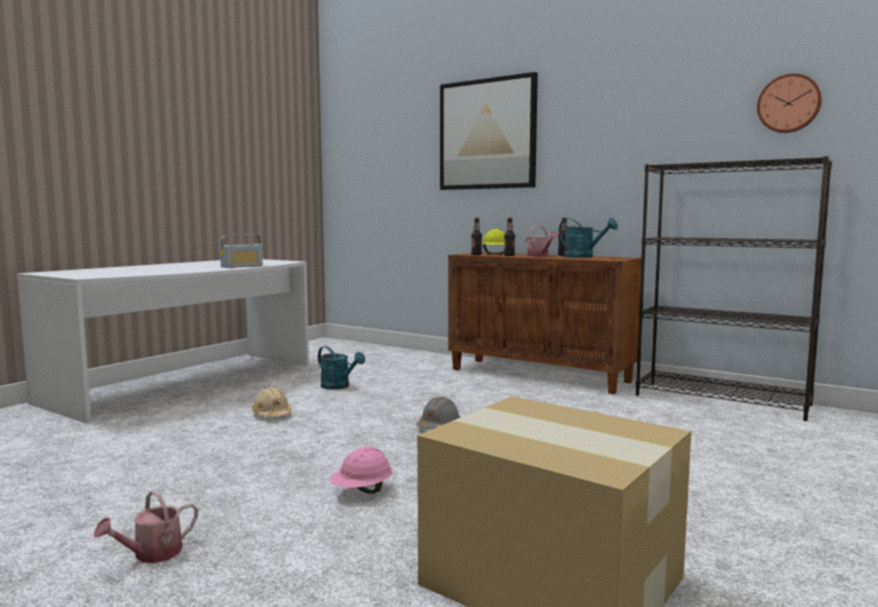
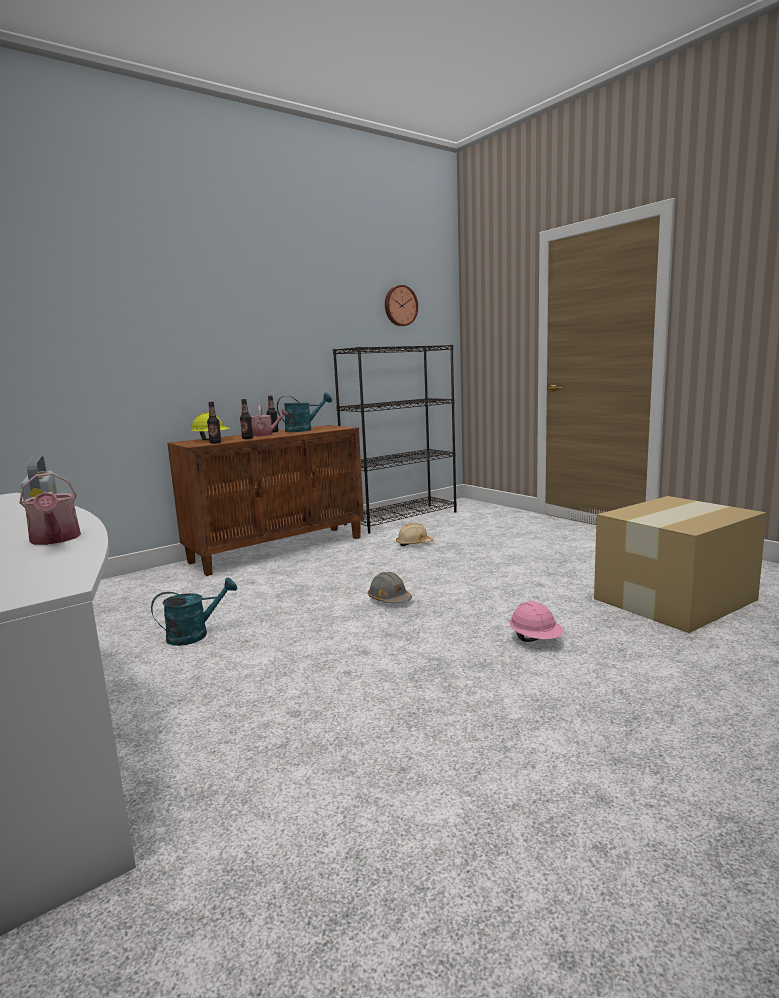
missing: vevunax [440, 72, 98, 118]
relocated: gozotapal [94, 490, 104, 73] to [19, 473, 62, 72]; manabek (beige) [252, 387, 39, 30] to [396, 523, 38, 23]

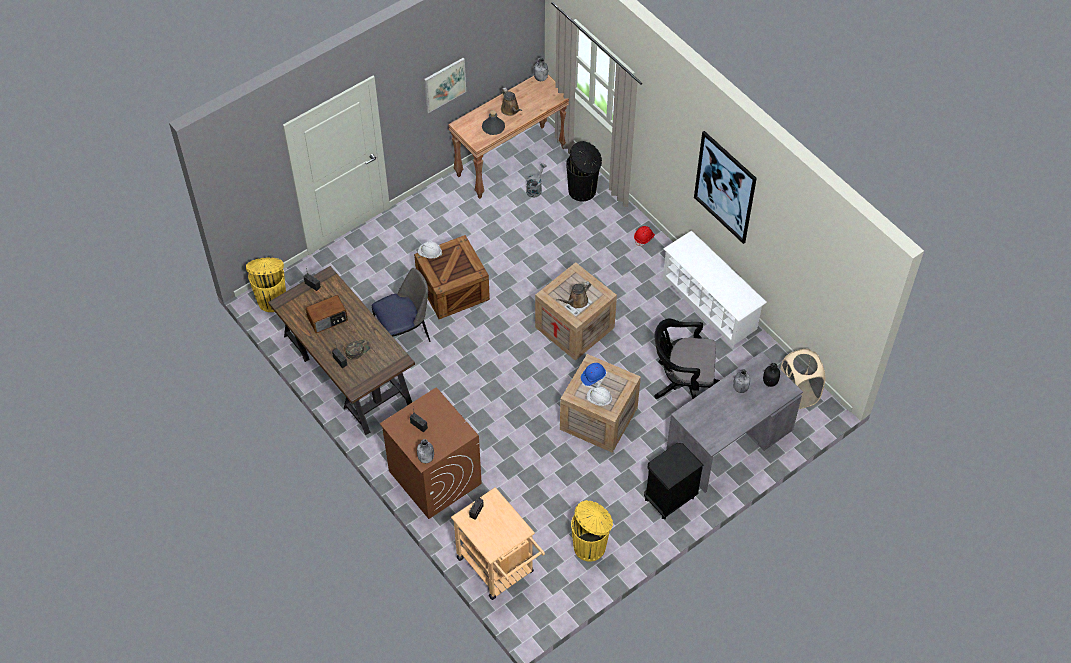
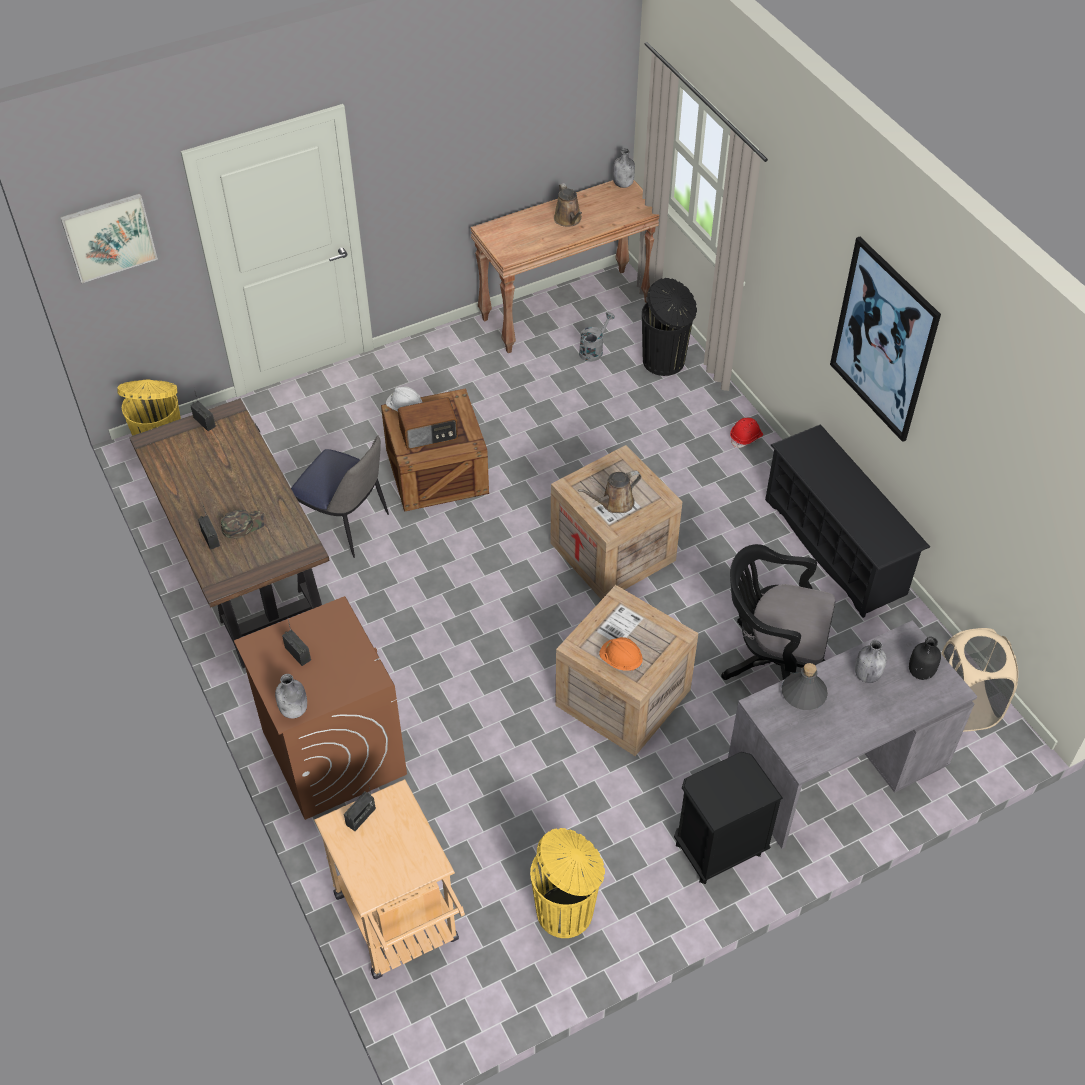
missing: manabek (blue) [581, 363, 25, 23]
relocated: vevunax [424, 58, 42, 55] to [60, 194, 98, 89]; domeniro [306, 295, 42, 38] to [398, 397, 60, 53]; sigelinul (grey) [482, 110, 23, 25] to [782, 663, 46, 47]
colour: manabek (white) [586, 386, 26, 20] to manabek (orange) [599, 637, 44, 34]; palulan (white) [663, 230, 104, 118] to palulan (black) [765, 424, 165, 194]
spun: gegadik [371, 268, 59, 74] = [291, 435, 98, 123] 45 degrees clockwise

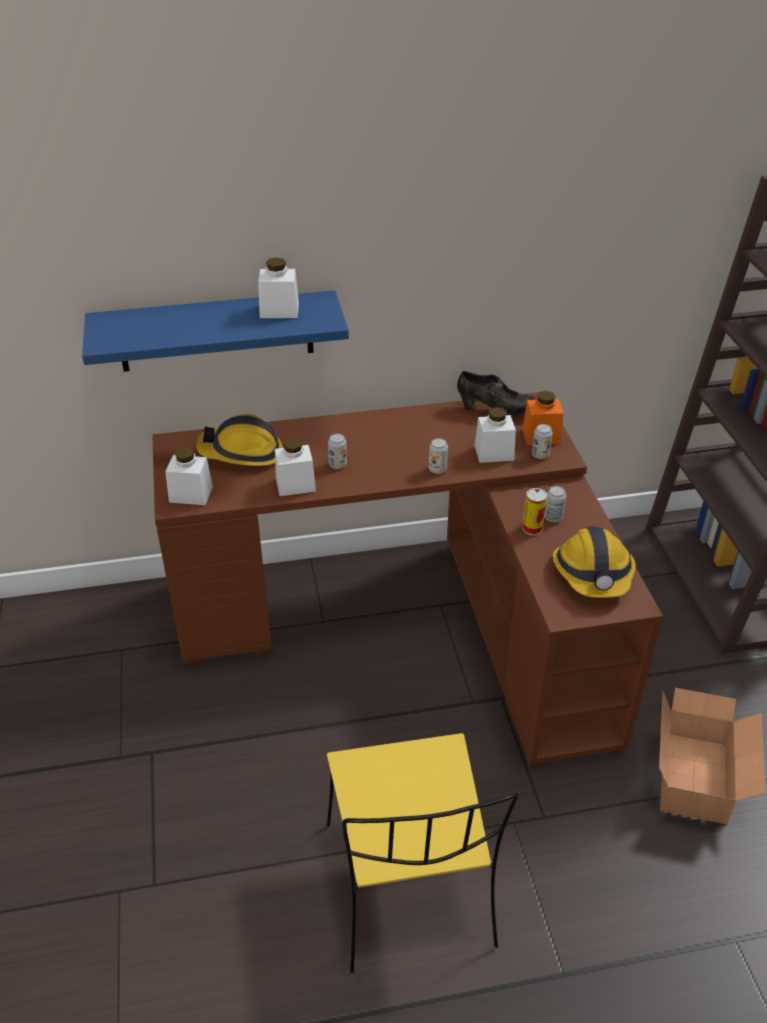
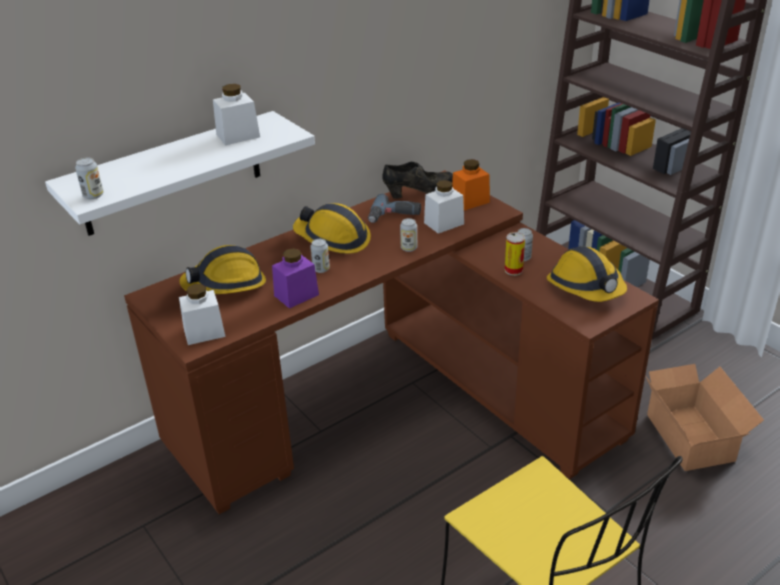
appeared: manabek [293, 203, 78, 51]; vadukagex [368, 194, 53, 29]
relocated: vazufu [532, 424, 21, 35] to [75, 157, 29, 42]
colour: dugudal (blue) [82, 290, 267, 82] to dugudal (white) [45, 111, 270, 125]; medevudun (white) [275, 438, 41, 58] to medevudun (purple) [272, 248, 47, 61]

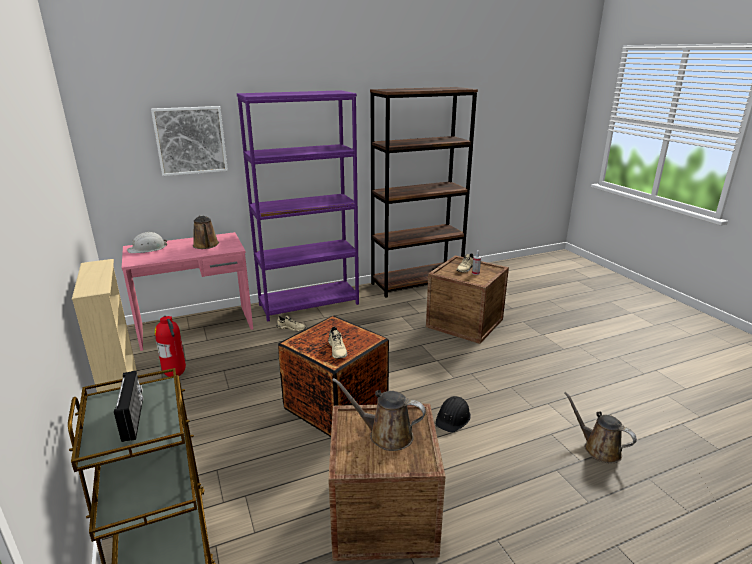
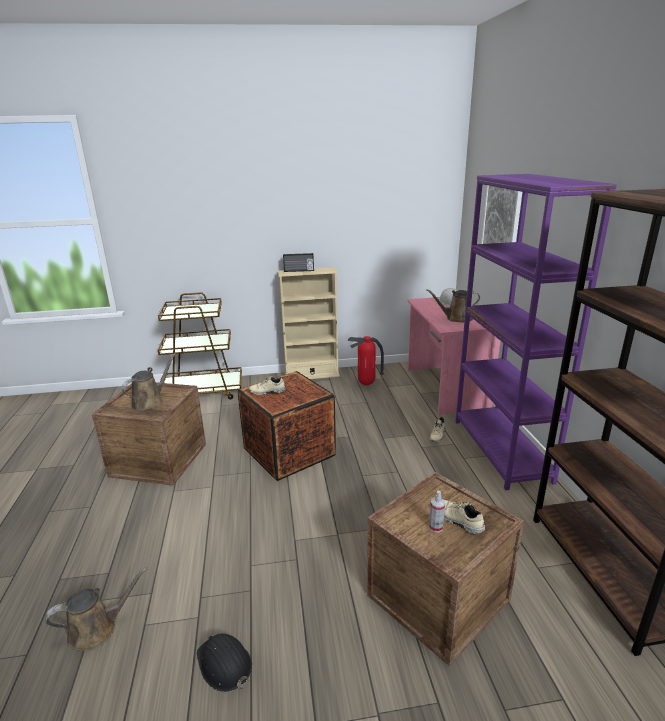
relocated: manabek (black) [435, 396, 36, 36] to [197, 633, 55, 59]; domeniro [114, 371, 30, 71] to [283, 253, 31, 19]

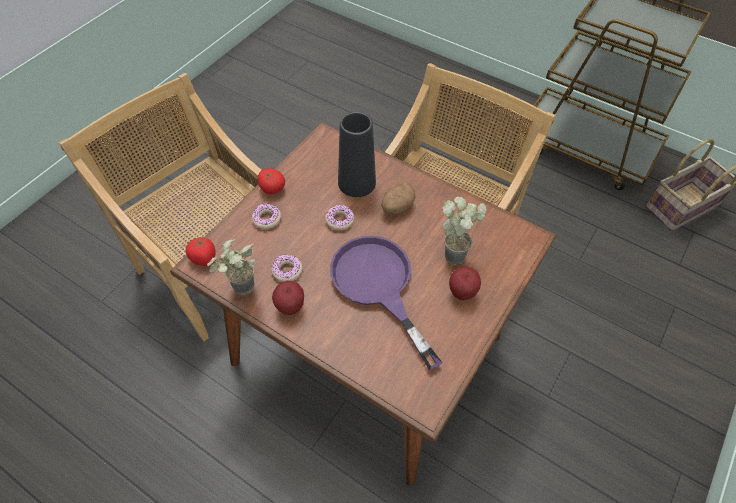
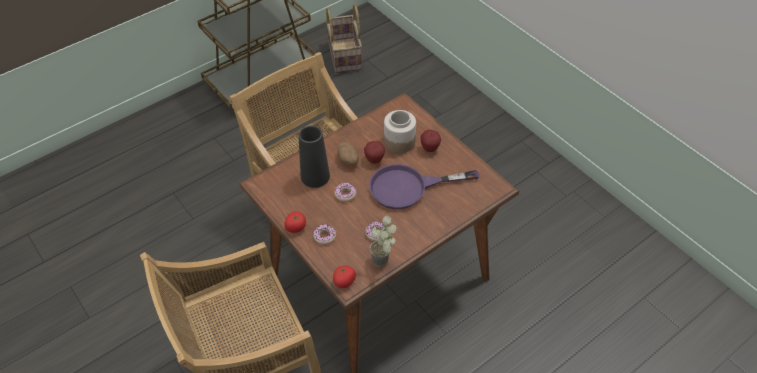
relocated: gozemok [272, 281, 32, 34] to [364, 141, 21, 23]
exchanged: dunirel [442, 197, 45, 68] to medevudun [384, 110, 32, 43]

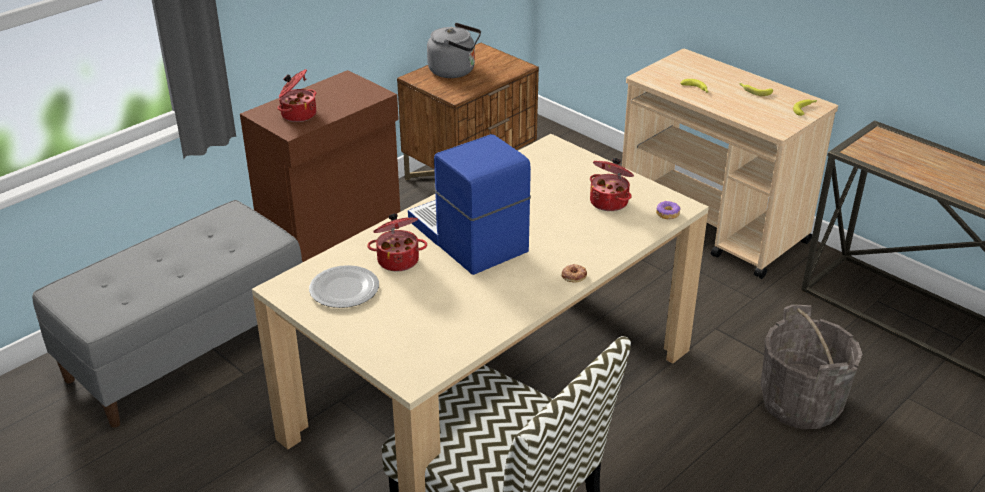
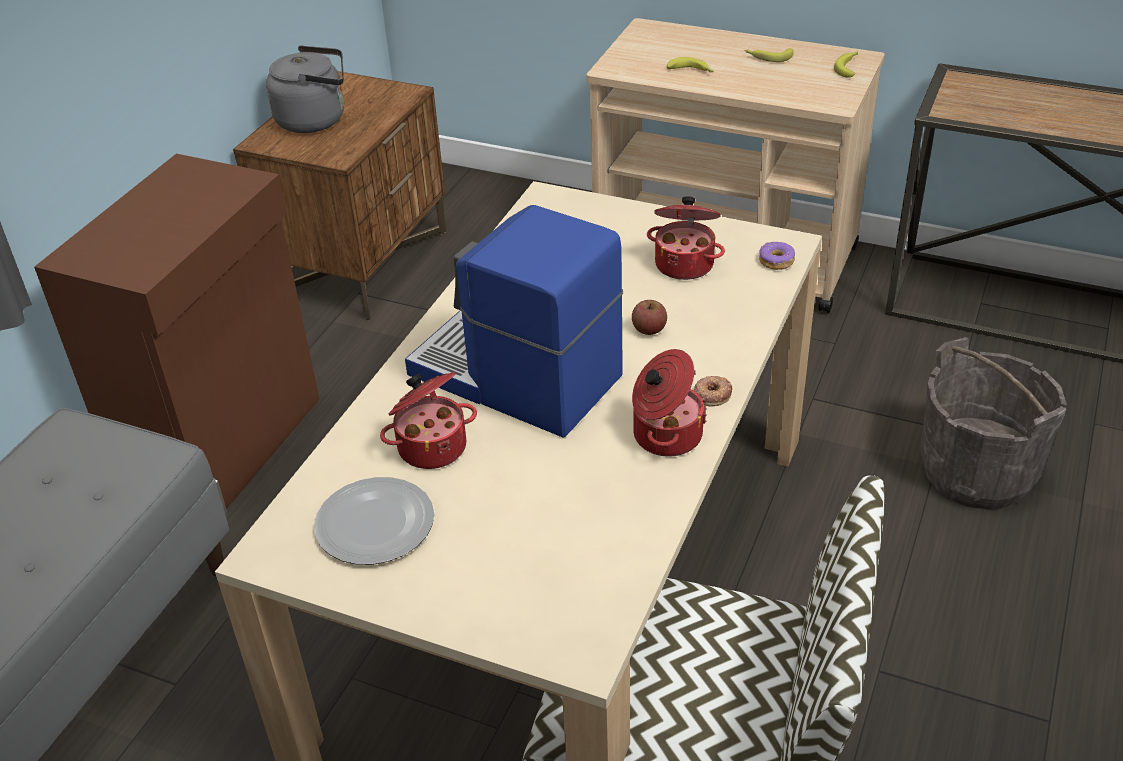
appeared: gozemok [632, 300, 35, 35]
relocated: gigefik [277, 69, 39, 53] to [632, 349, 75, 108]

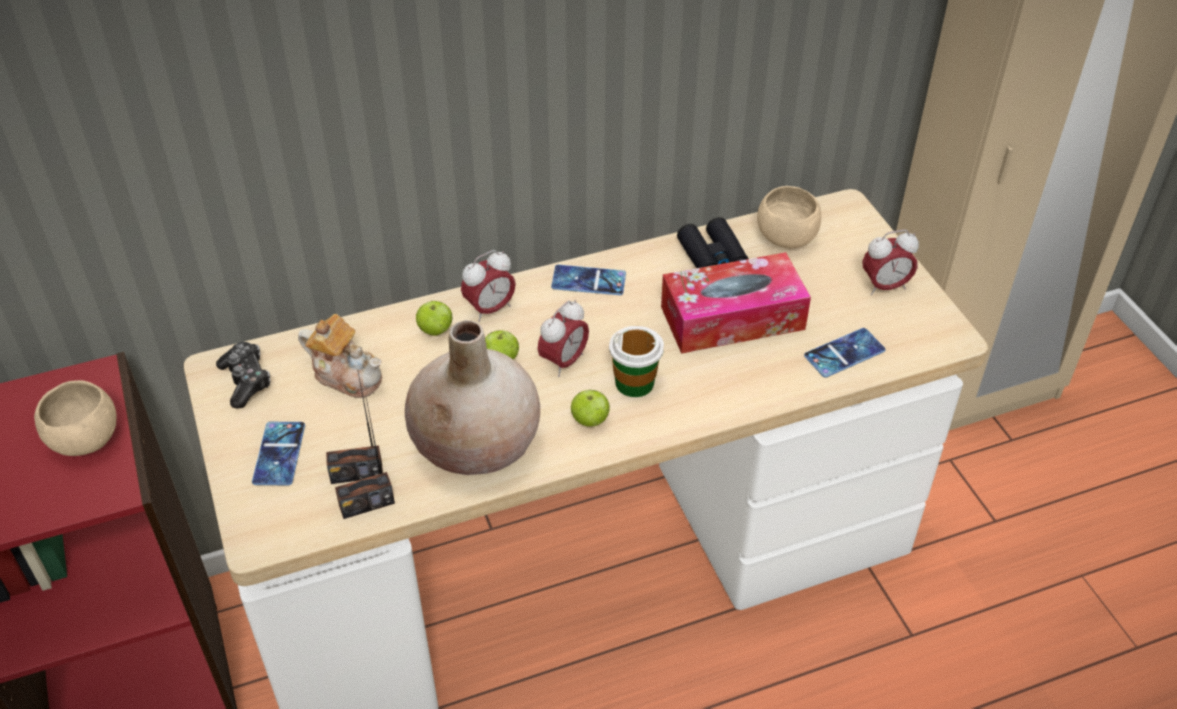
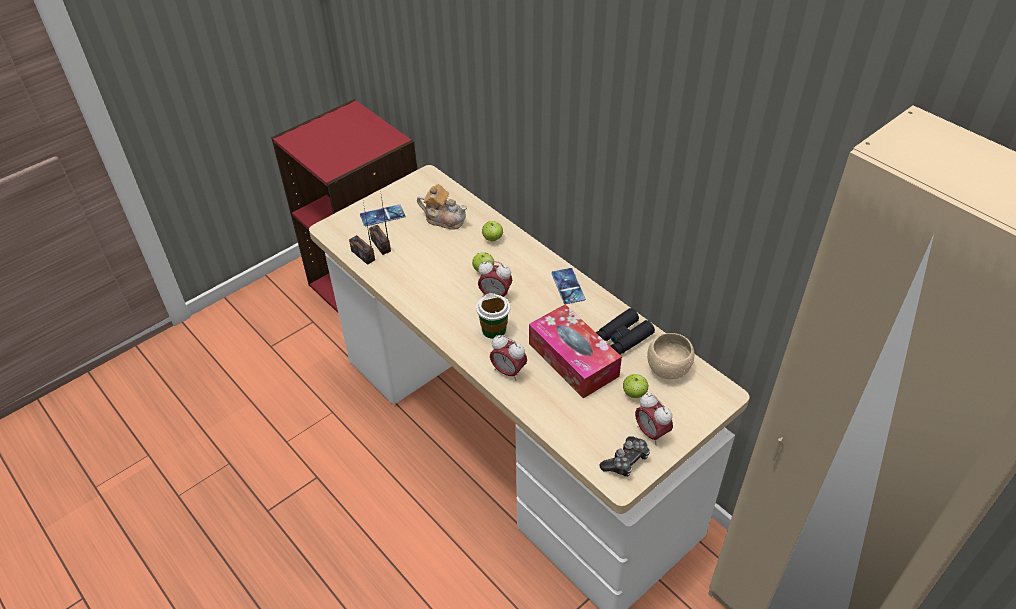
missing: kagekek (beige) [34, 380, 83, 76]; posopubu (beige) [405, 320, 135, 155]; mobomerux [804, 328, 82, 50]
relocated: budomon [461, 250, 55, 72] to [490, 335, 37, 46]; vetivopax [216, 342, 54, 67] to [599, 436, 51, 41]; gozemok [571, 390, 39, 37] to [623, 374, 26, 24]
spun: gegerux [298, 314, 84, 84] = [417, 184, 50, 46] 75 degrees counterclockwise

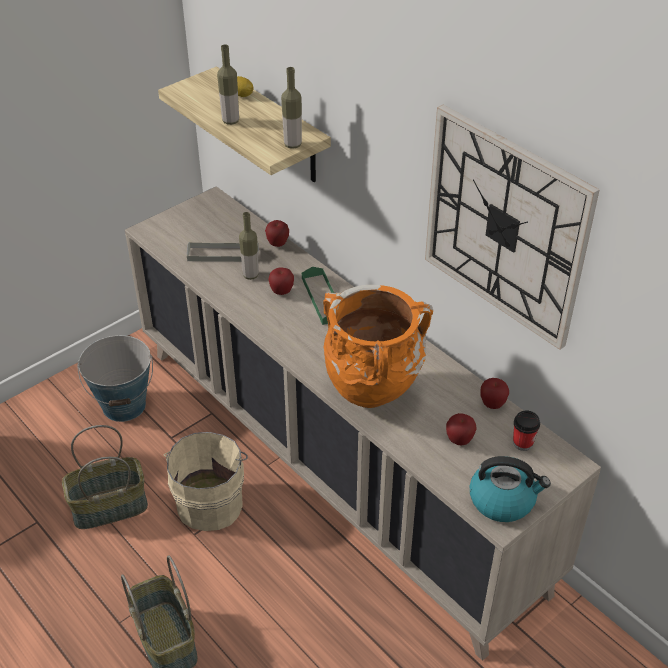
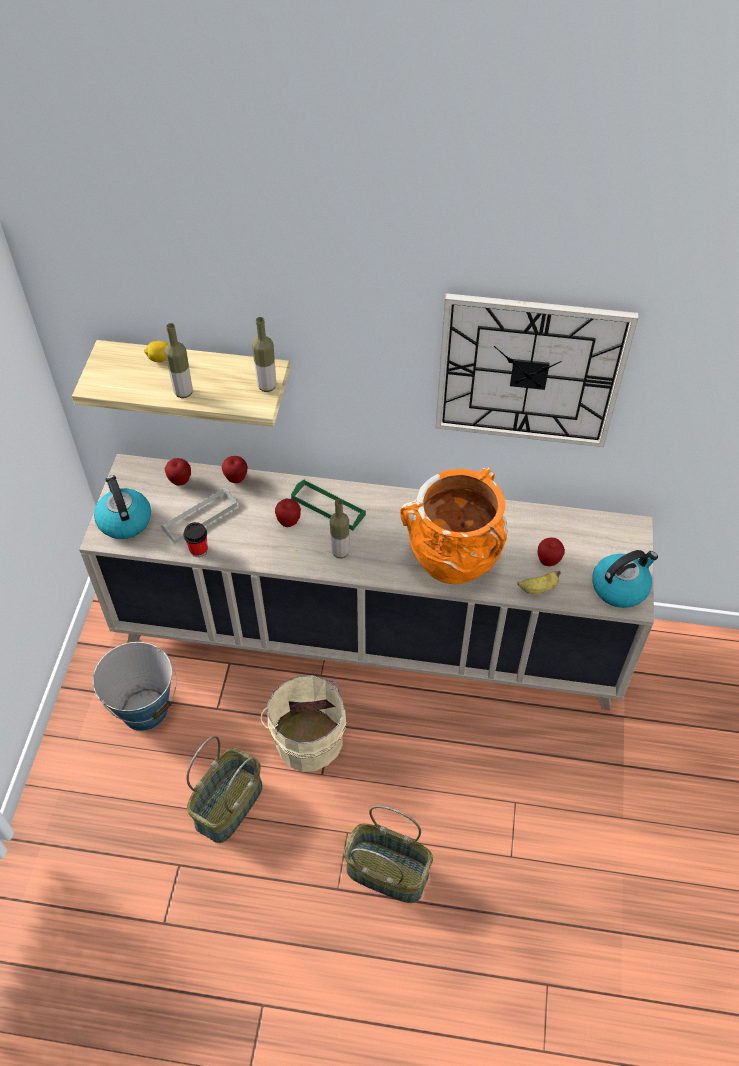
appeared: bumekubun [94, 475, 57, 64]; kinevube [517, 571, 44, 23]
relocated: gozemok [480, 378, 29, 31] to [165, 458, 26, 28]; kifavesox [513, 410, 27, 41] to [183, 522, 25, 35]; sigelinul [239, 212, 20, 68] to [330, 499, 19, 60]

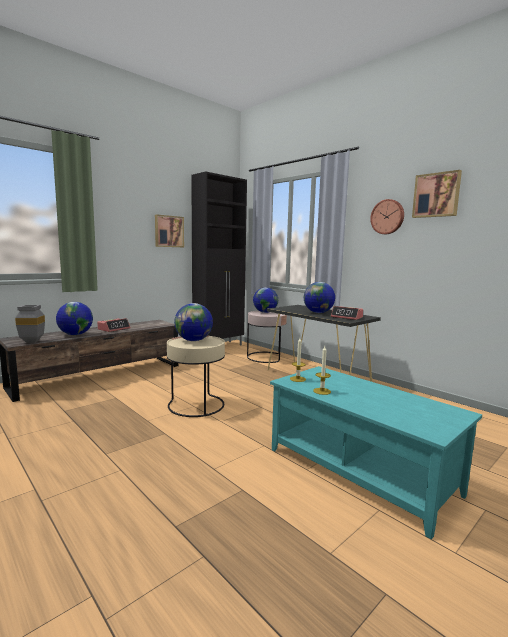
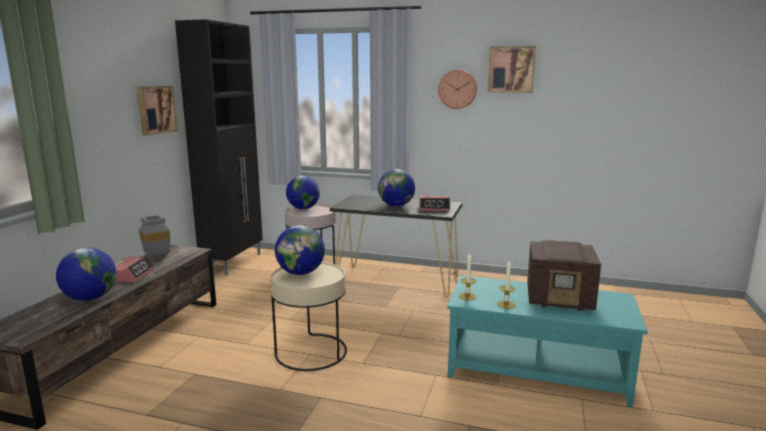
appeared: domeniro [527, 240, 74, 71]
relocated: posopubu (grey) [15, 305, 30, 38] to [139, 215, 32, 46]

